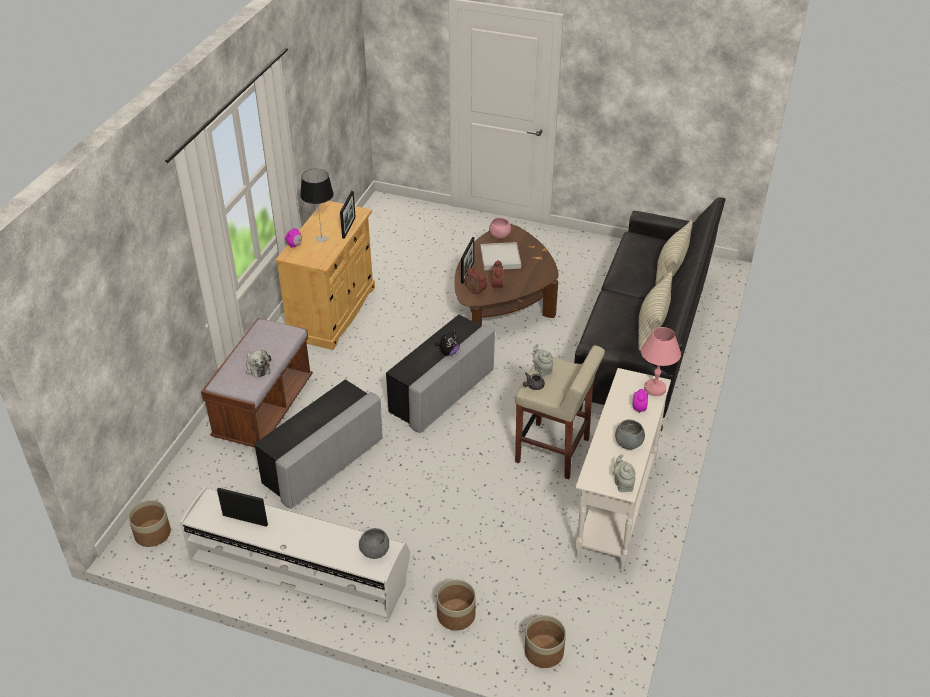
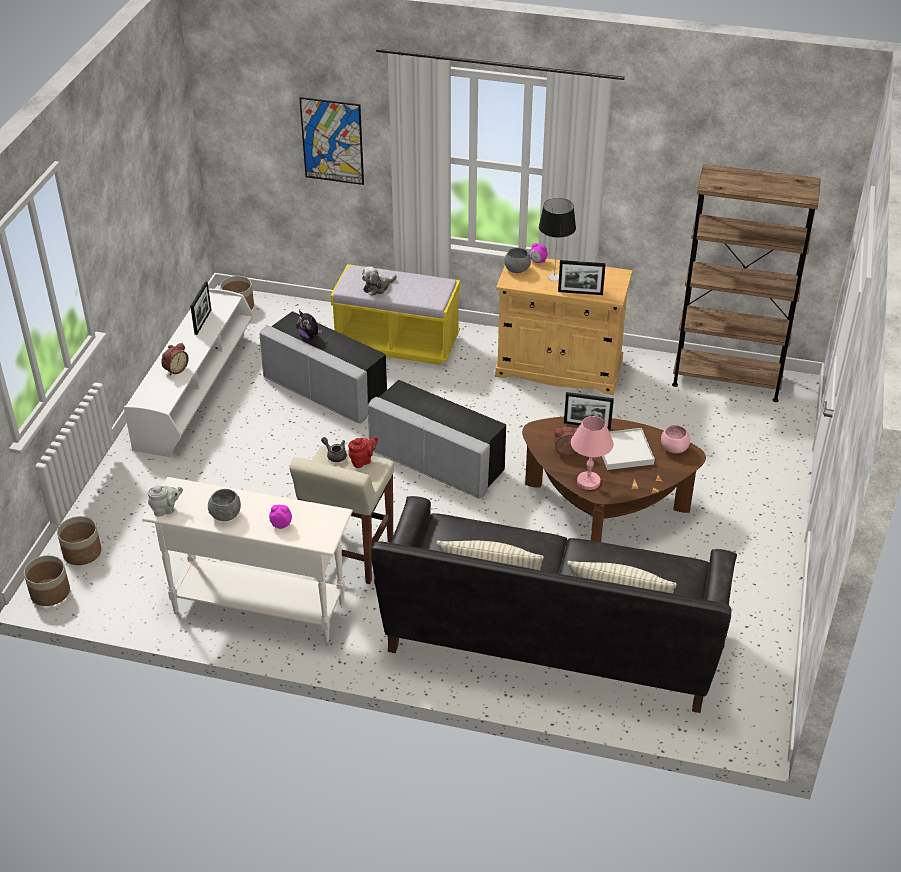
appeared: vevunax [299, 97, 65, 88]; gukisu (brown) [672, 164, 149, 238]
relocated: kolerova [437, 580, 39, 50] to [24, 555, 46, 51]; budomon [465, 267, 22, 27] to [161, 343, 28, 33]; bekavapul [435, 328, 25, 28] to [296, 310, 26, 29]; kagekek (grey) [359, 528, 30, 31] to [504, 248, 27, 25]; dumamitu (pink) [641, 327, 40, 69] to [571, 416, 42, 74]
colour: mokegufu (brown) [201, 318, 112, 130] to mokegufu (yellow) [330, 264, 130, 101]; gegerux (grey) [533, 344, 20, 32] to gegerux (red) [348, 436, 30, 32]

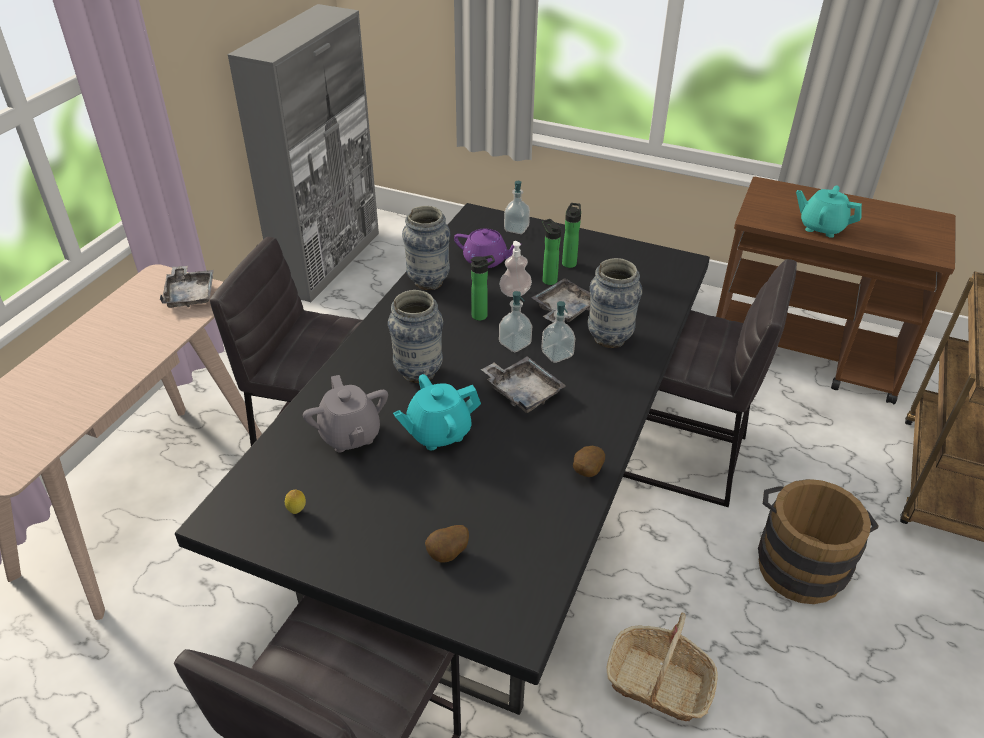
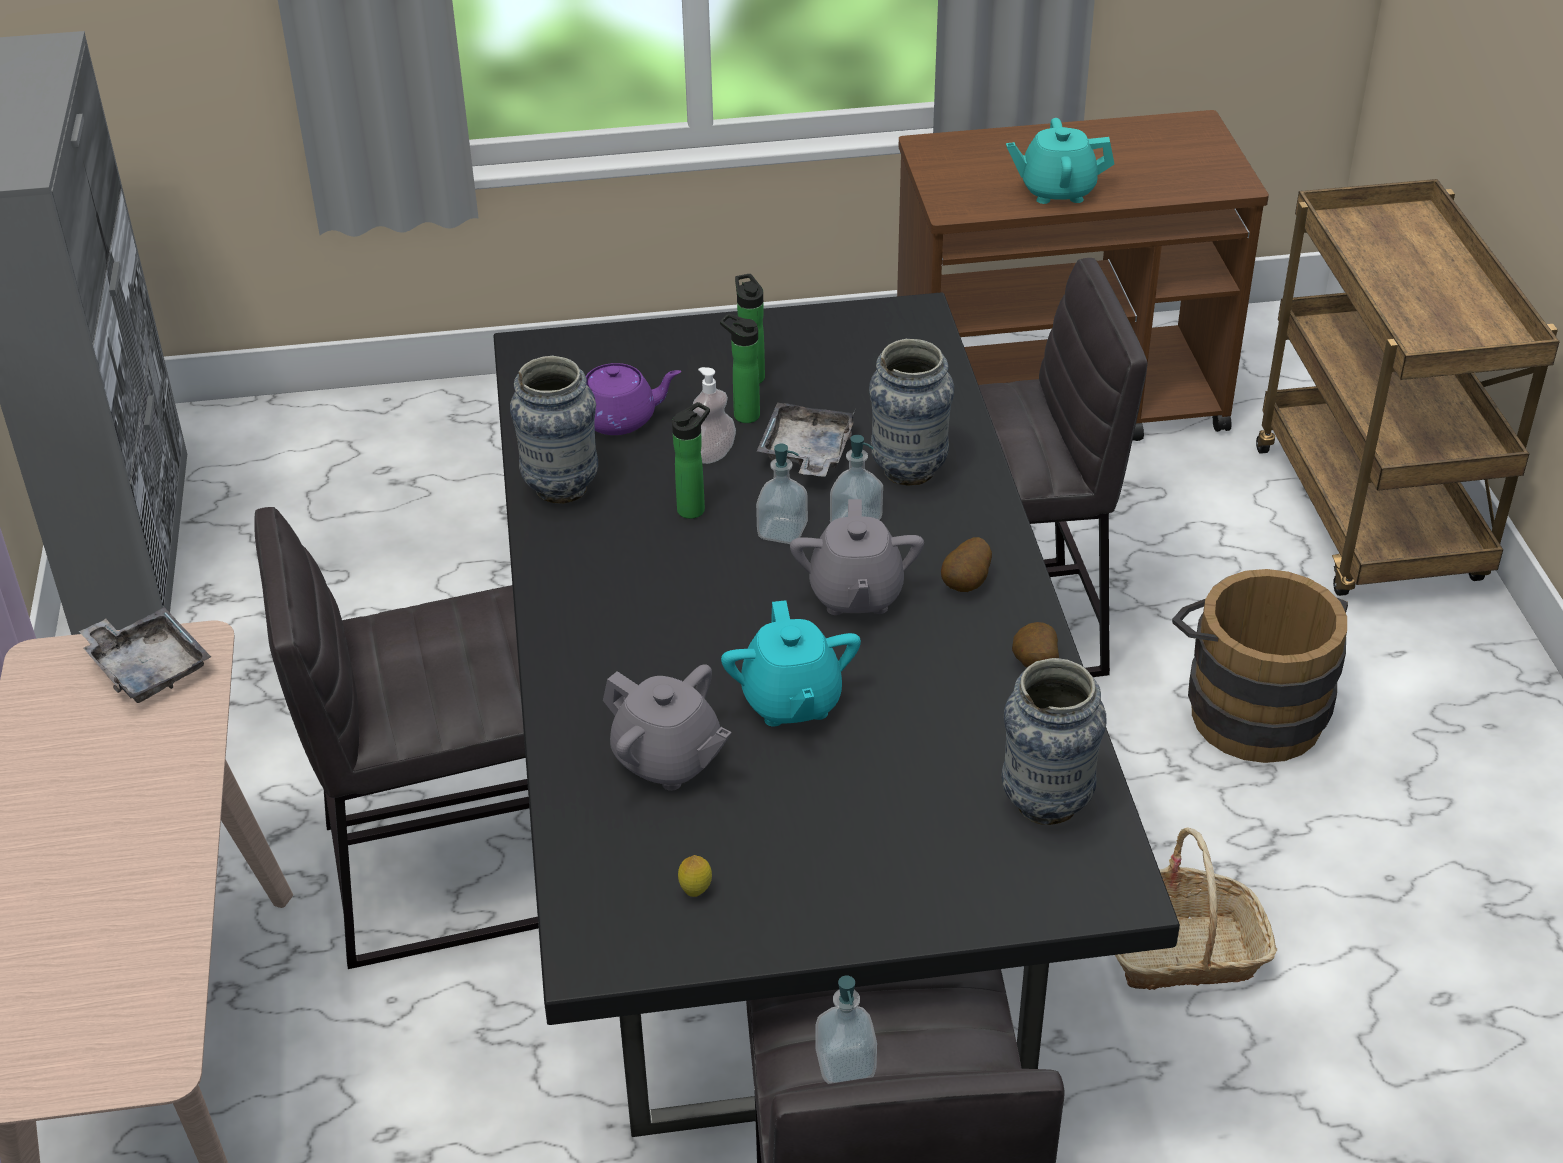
relocated: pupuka [504, 181, 26, 53] to [815, 976, 62, 108]; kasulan [425, 525, 44, 37] to [941, 537, 51, 55]; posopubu [388, 290, 55, 93] to [1001, 658, 106, 167]
exchanged: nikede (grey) [481, 356, 85, 57] to gegerux (grey) [790, 499, 134, 116]
spun: gegerux (turquoise) [393, 374, 88, 76] = [721, 600, 140, 127] 45 degrees counterclockwise

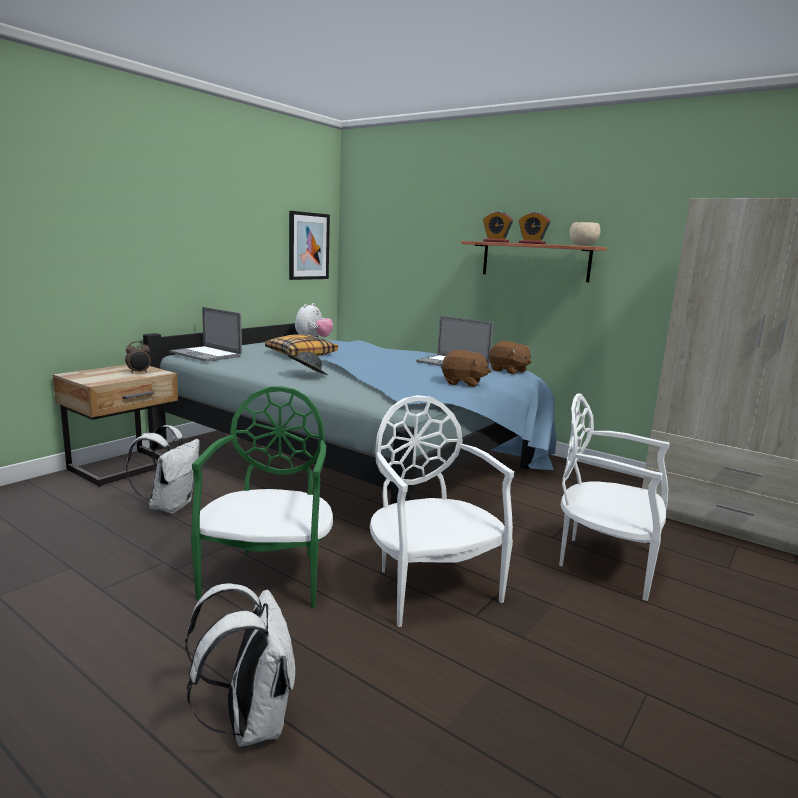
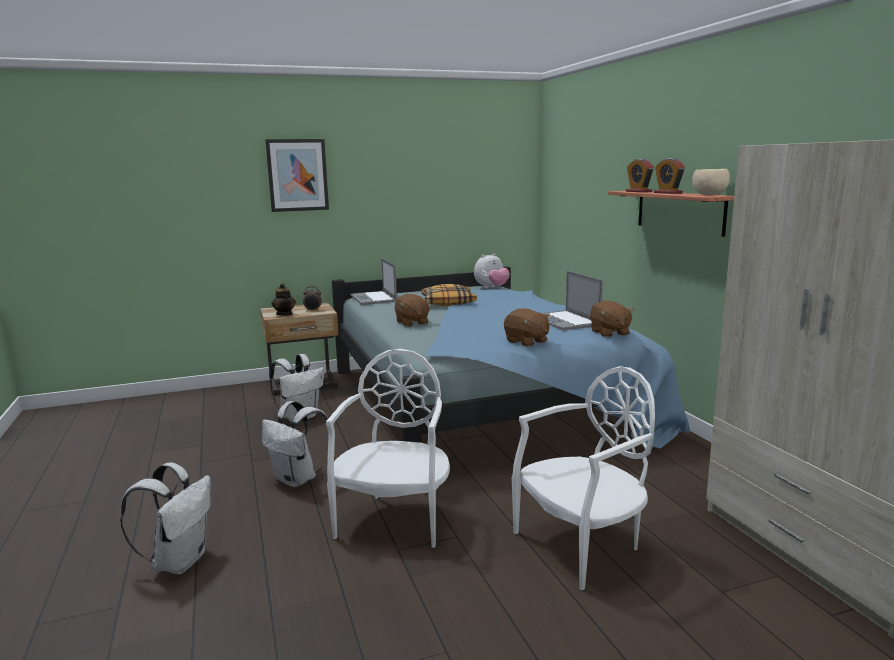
appeared: gegerux [272, 283, 24, 33]
relocated: vevunax [289, 211, 41, 69] to [265, 139, 64, 73]
exchanged: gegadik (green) [191, 386, 142, 222] to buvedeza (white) [262, 401, 66, 86]; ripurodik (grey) [288, 351, 40, 24] to bekavapul (brown) [395, 294, 36, 33]
spun: gegadik (white) [559, 393, 111, 208] = [512, 366, 143, 224] 90 degrees clockwise

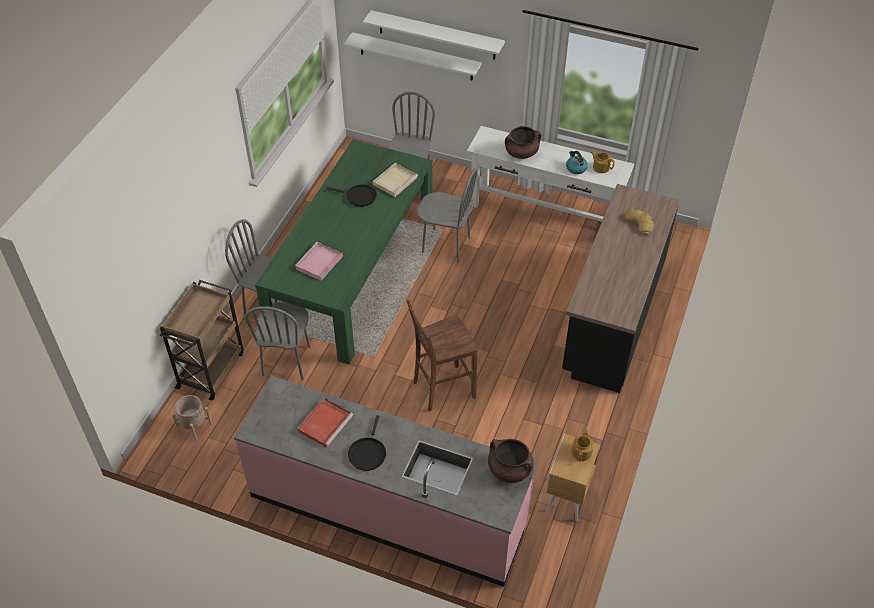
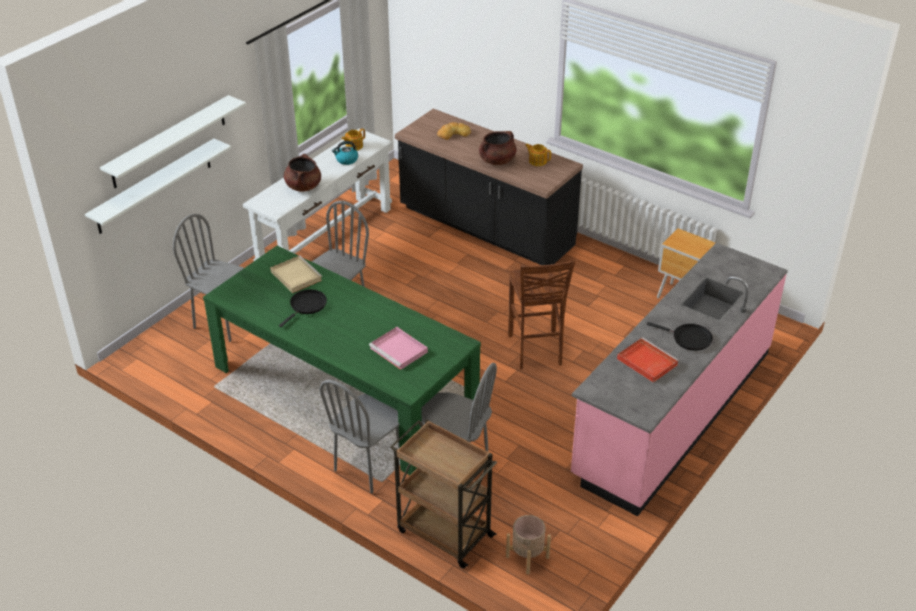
relocated: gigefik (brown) [488, 439, 46, 44] to [479, 131, 38, 34]; gegerux [571, 429, 23, 32] to [525, 144, 26, 22]

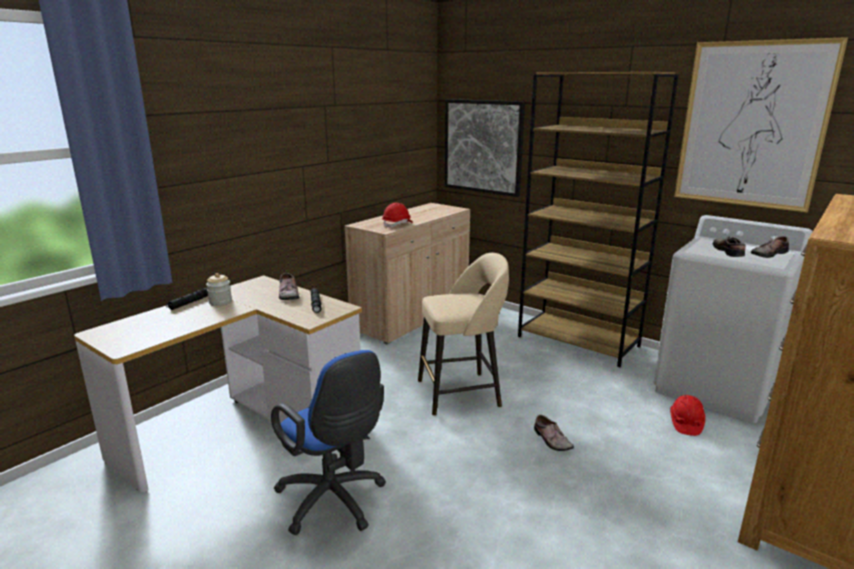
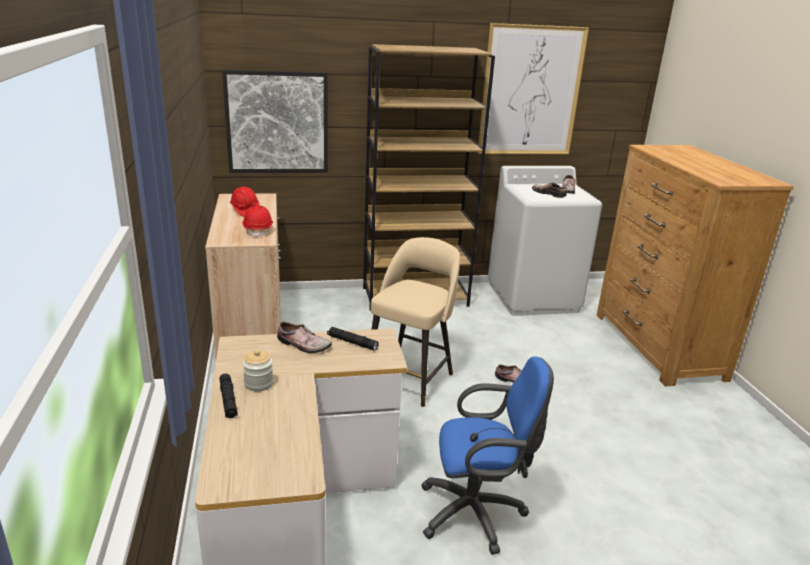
relocated: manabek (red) [670, 395, 36, 41] to [230, 187, 29, 30]

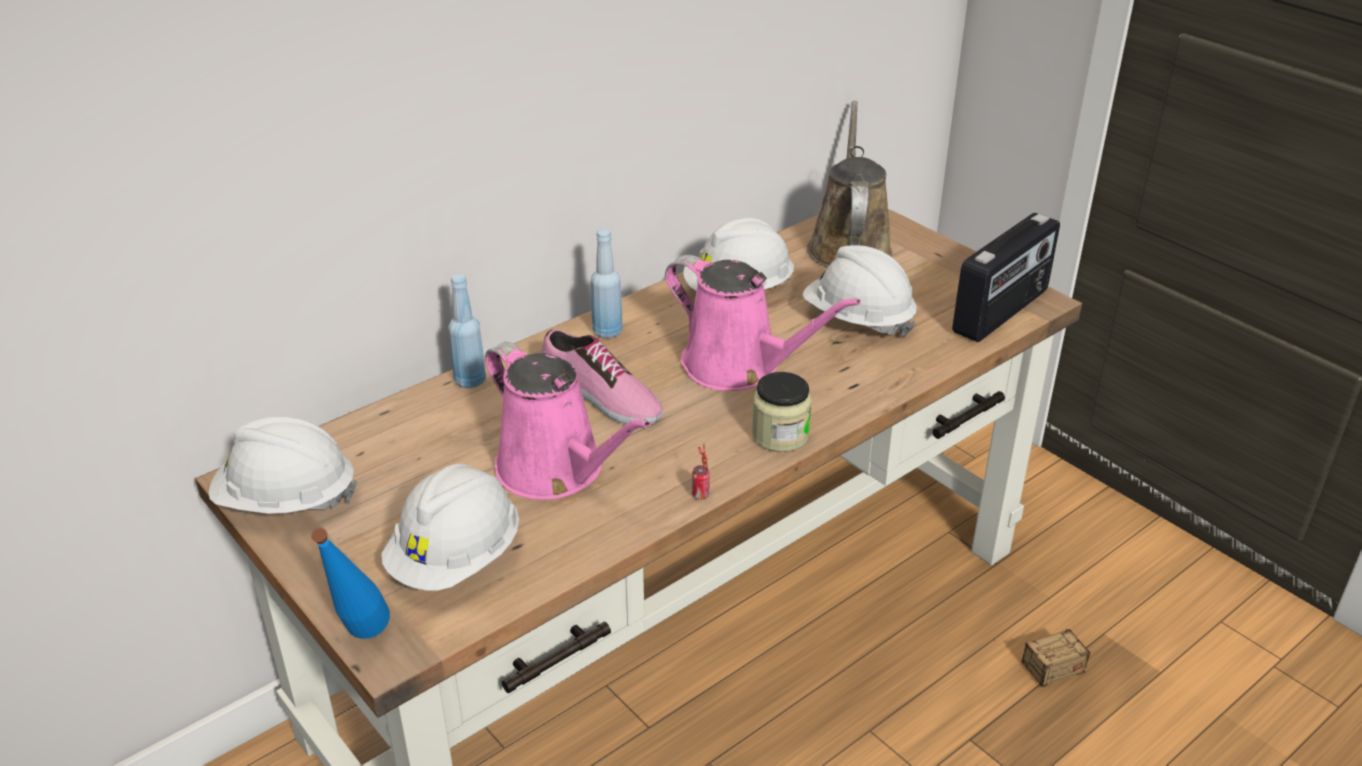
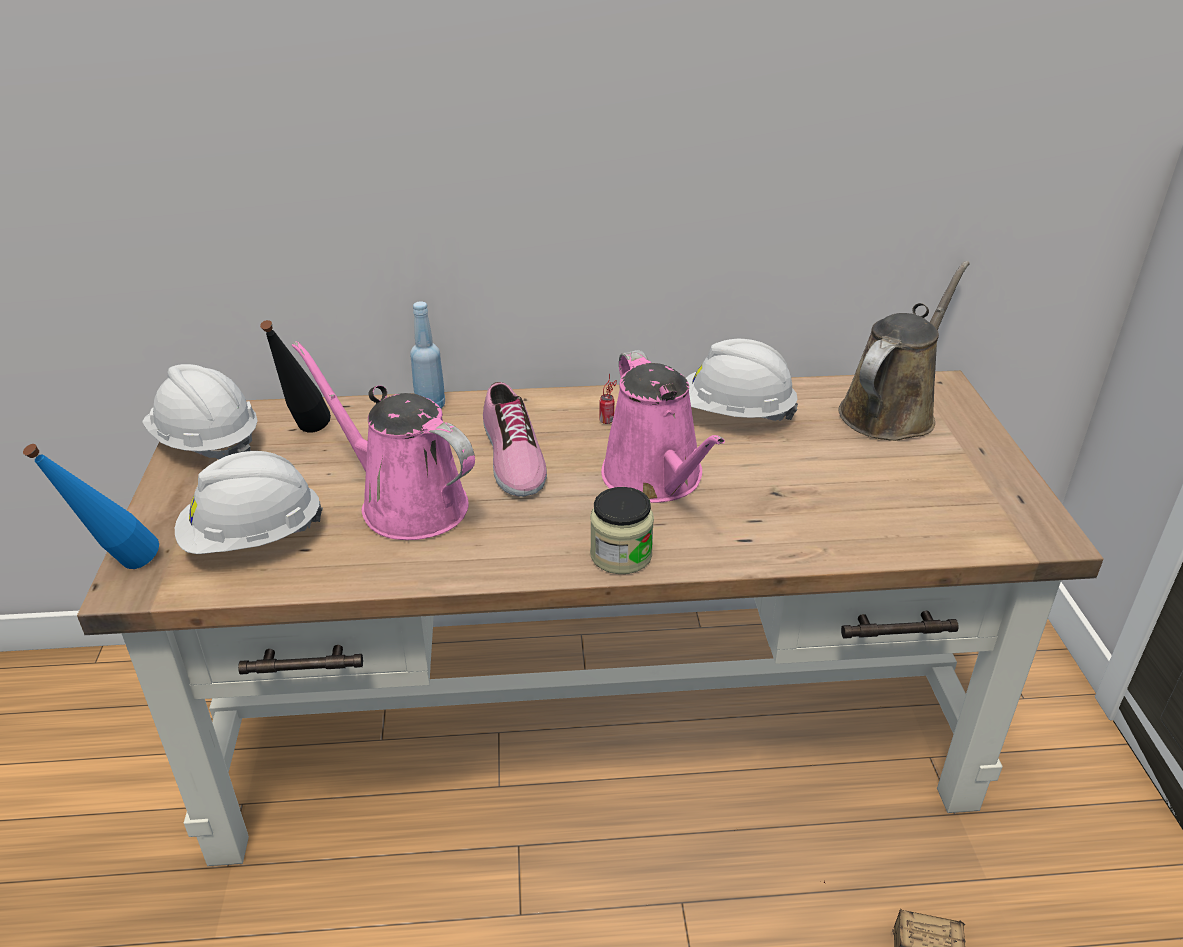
missing: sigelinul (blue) [591, 229, 32, 109]; manabek (white) [803, 245, 114, 92]; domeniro [952, 213, 108, 129]
appeared: sigelinul (black) [260, 320, 71, 113]
relocated: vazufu [692, 447, 18, 53] to [599, 373, 18, 51]
spun: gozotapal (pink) [485, 342, 166, 158] = [292, 341, 183, 199] 135 degrees clockwise

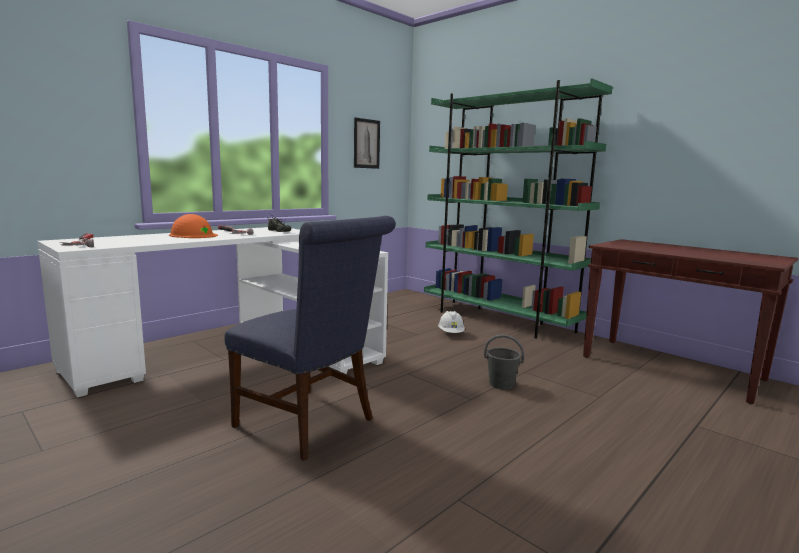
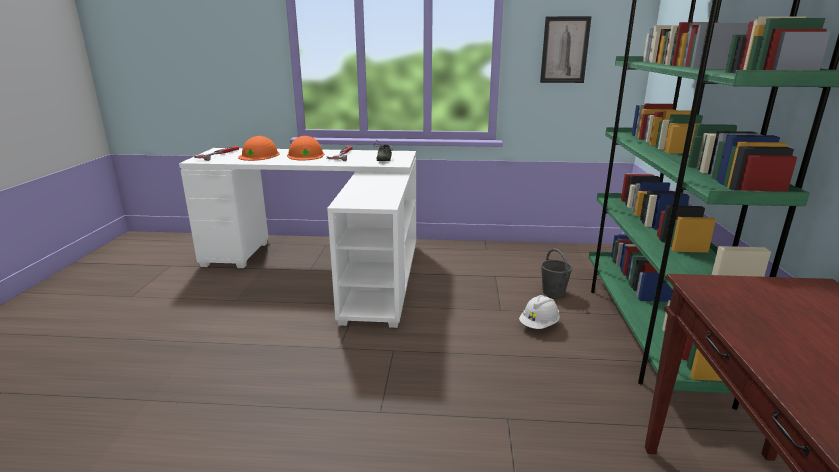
missing: gegadik (blue) [224, 216, 172, 245]
appeared: manabek (orange) [238, 136, 41, 25]
relocated: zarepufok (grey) [484, 335, 40, 55] to [541, 248, 32, 50]

